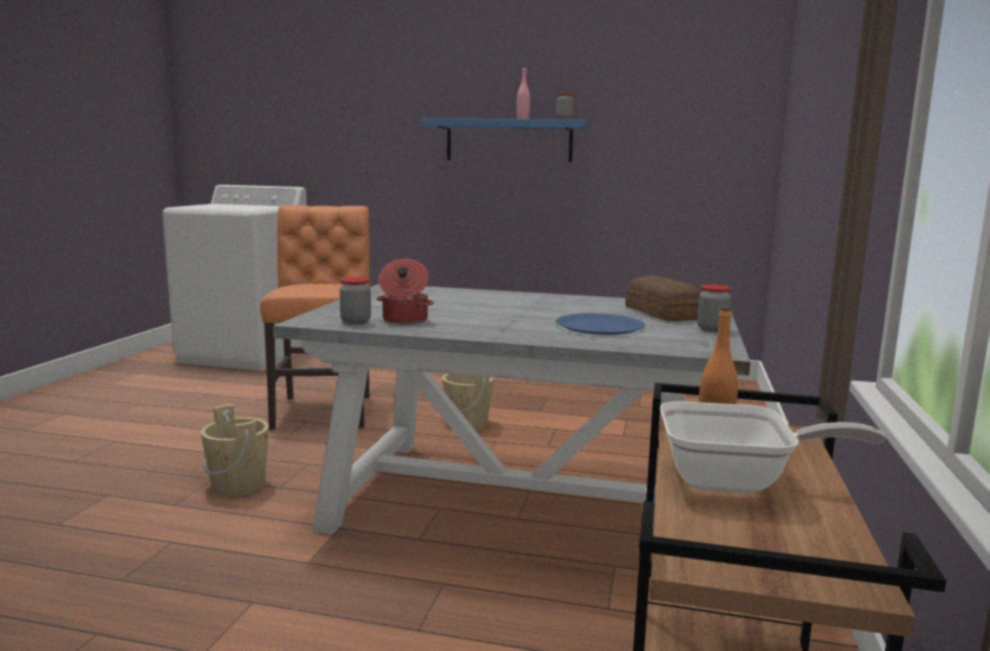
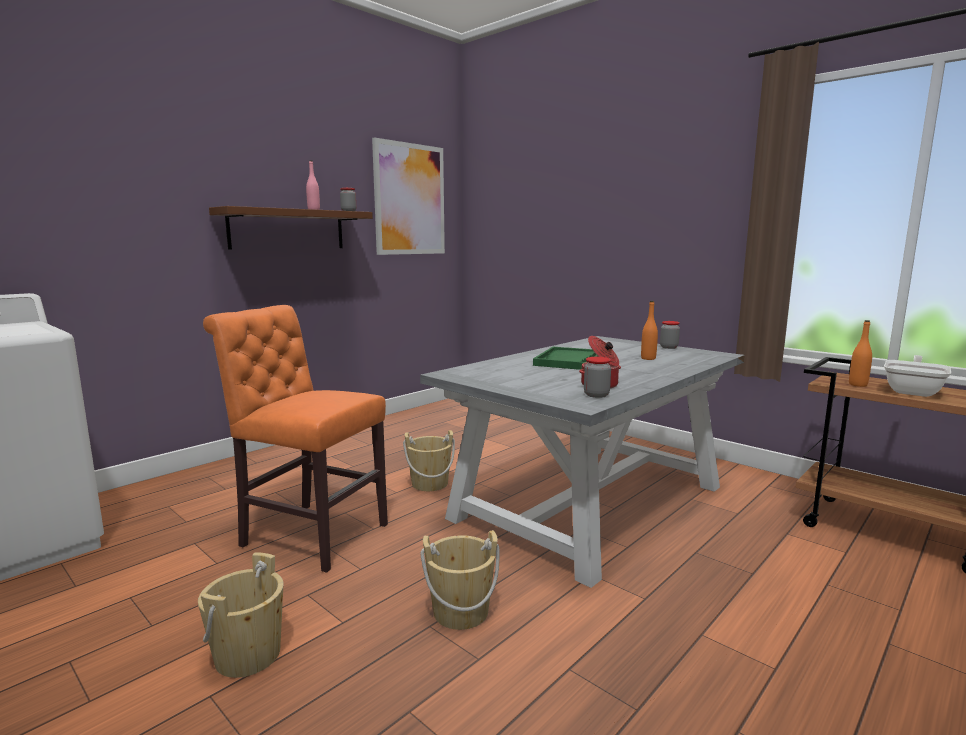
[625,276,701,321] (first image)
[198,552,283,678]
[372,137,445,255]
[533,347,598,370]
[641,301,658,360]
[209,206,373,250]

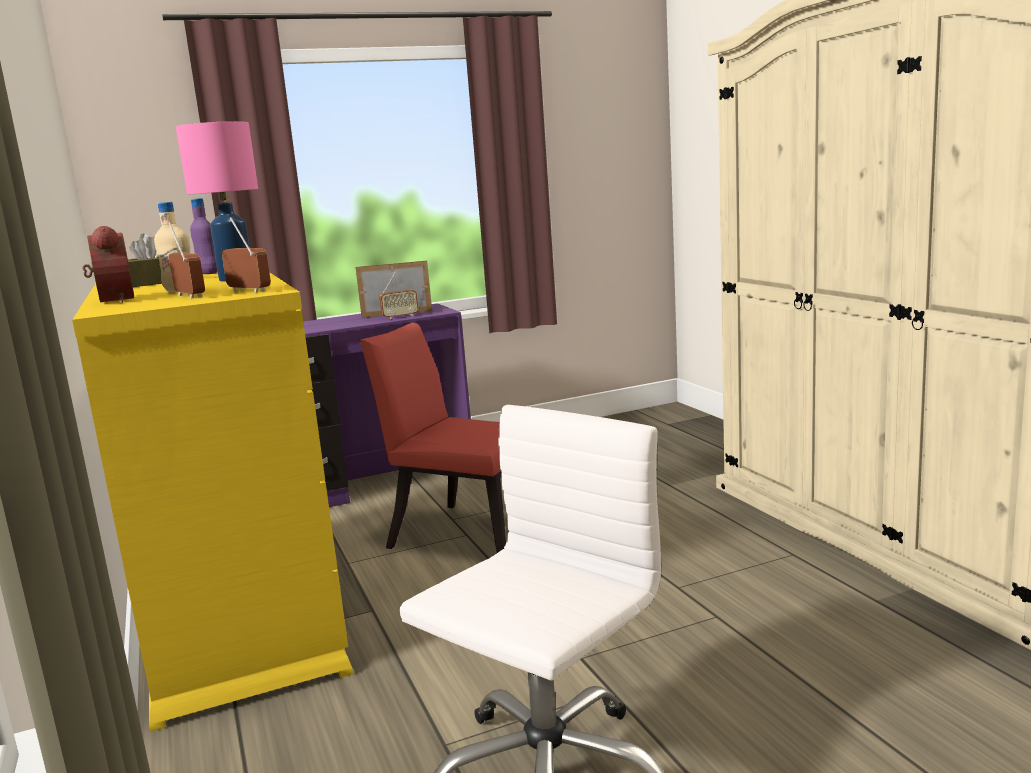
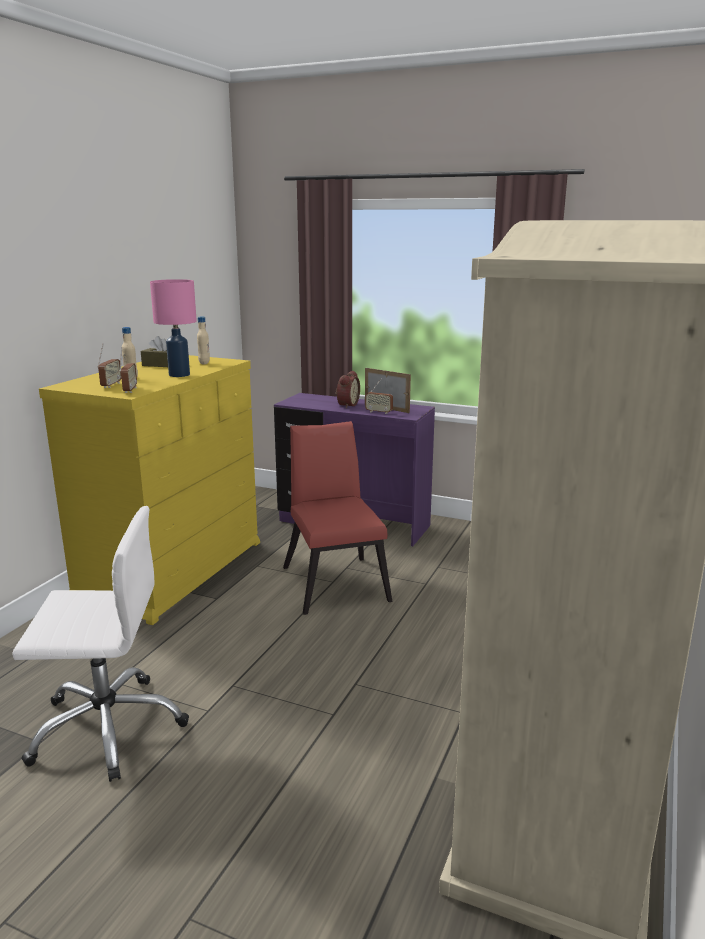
[336,371,360,408]
[197,317,210,365]

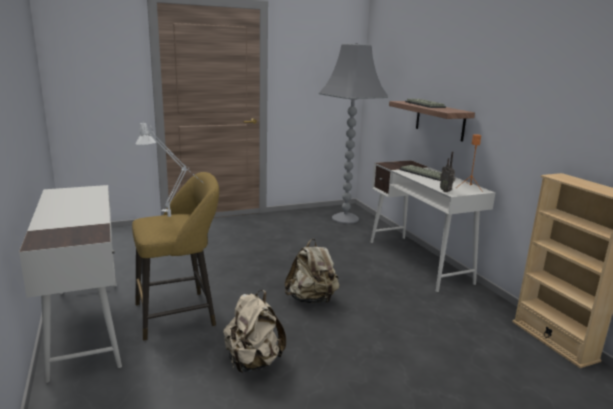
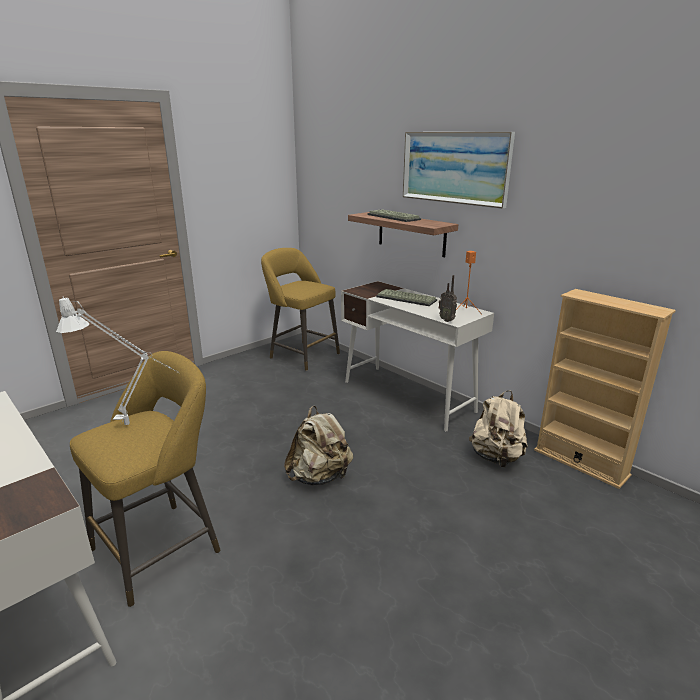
[403,132,515,209]
[469,390,528,467]
[261,248,340,371]

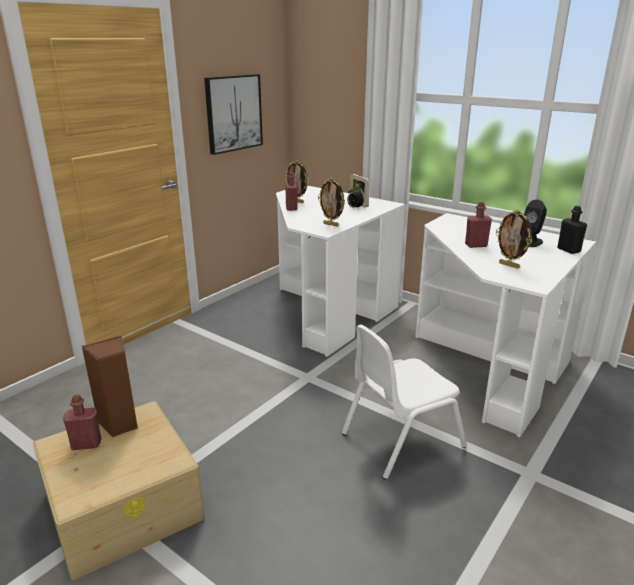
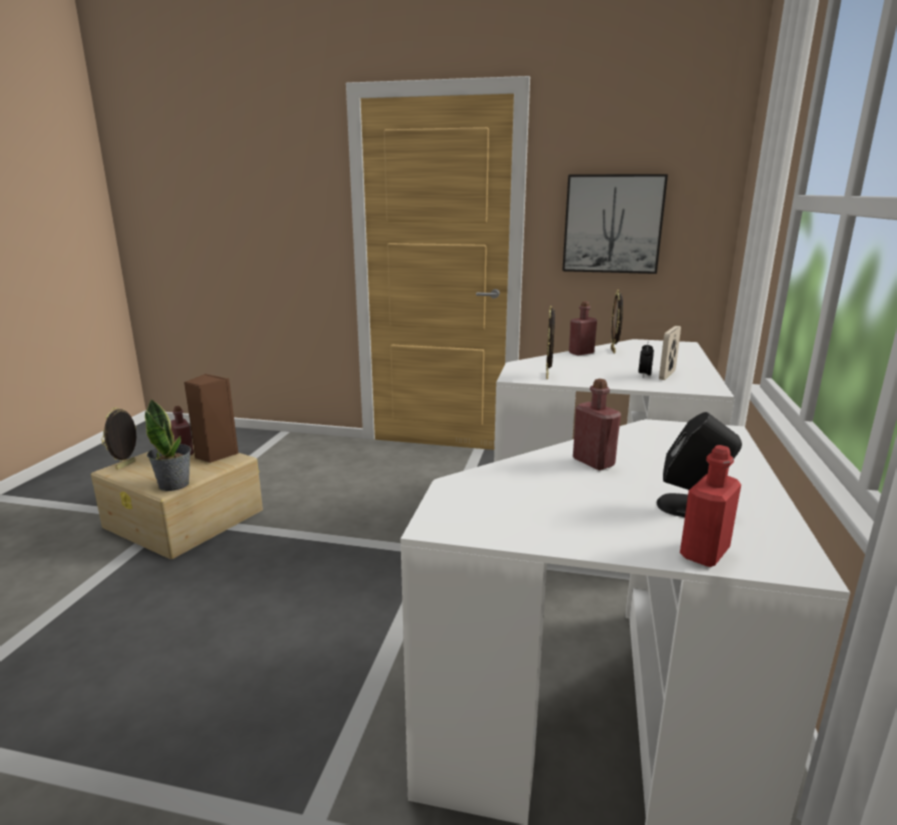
[342,324,467,480] (first image)
[145,399,191,491]
[101,407,136,470]
[680,445,741,567]

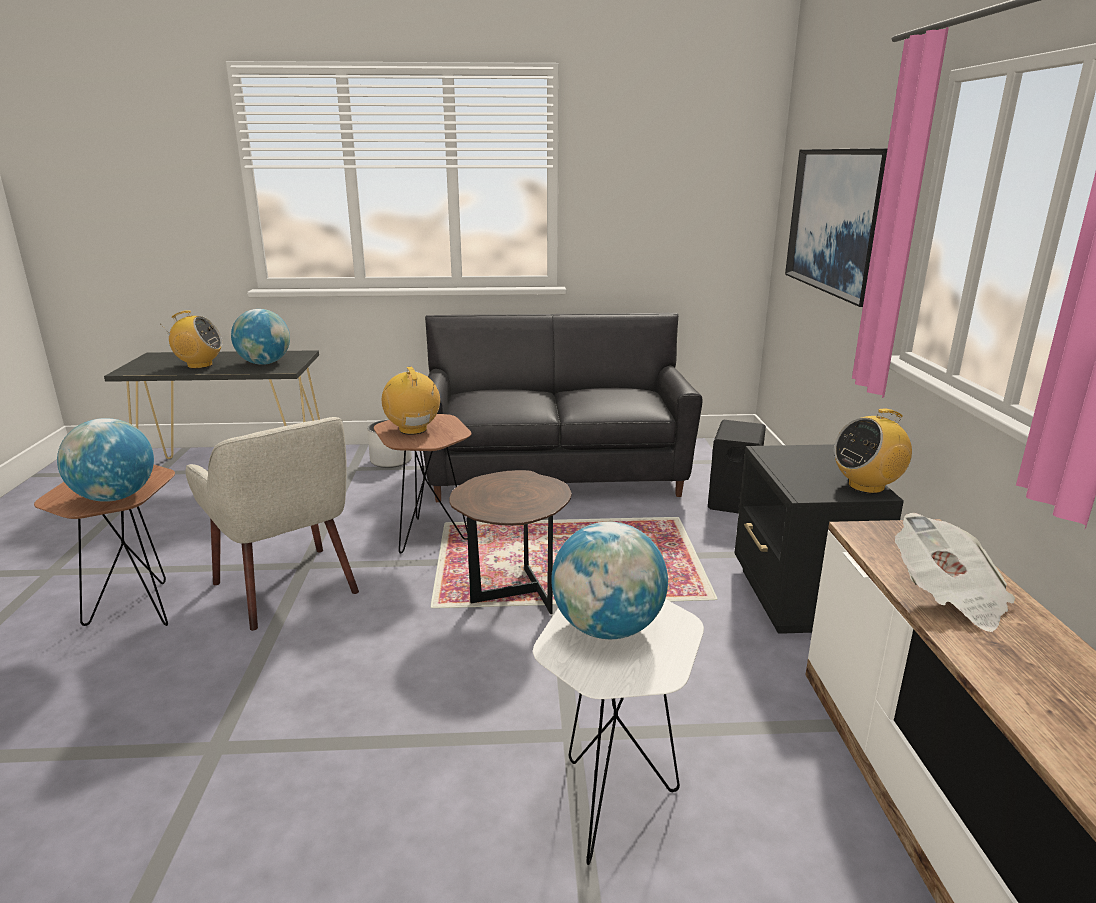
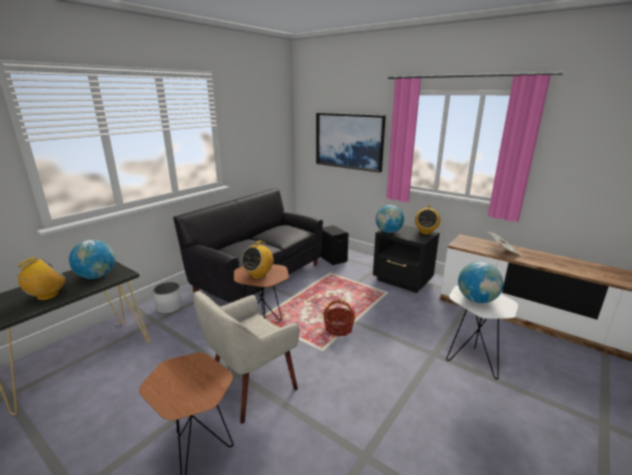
[376,205,404,233]
[323,300,355,337]
[194,291,299,424]
[241,241,273,279]

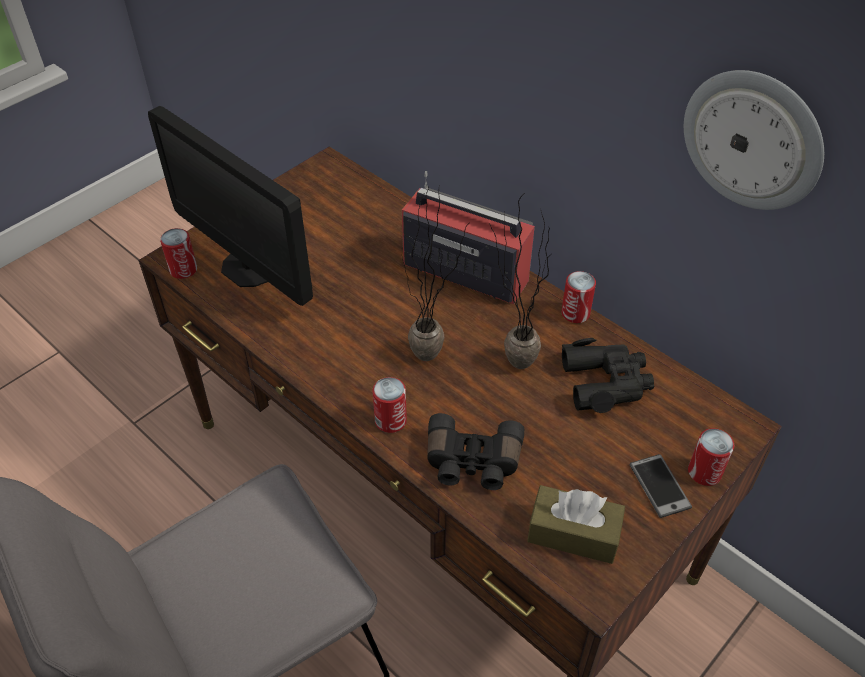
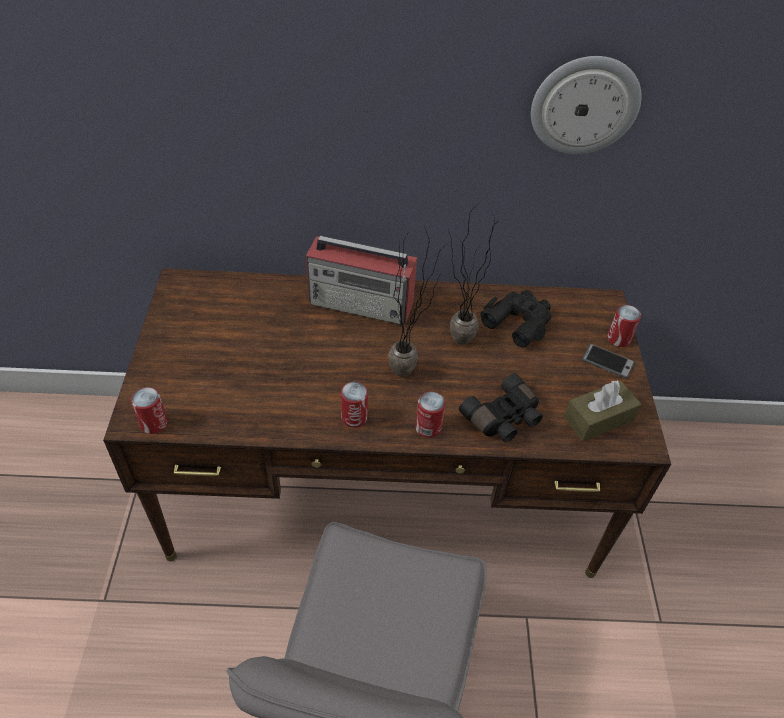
[148,106,313,306] (first image)
[341,382,368,428]
[306,236,417,325]

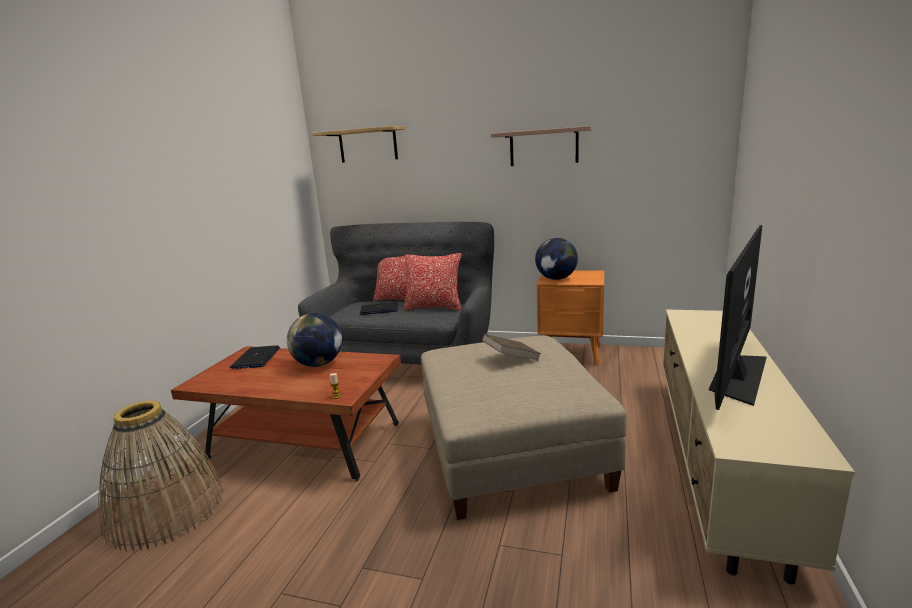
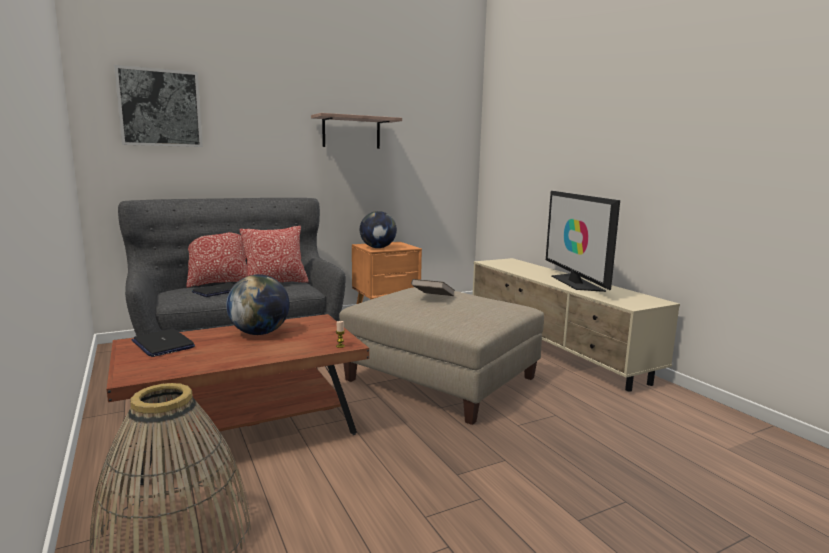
[114,65,203,147]

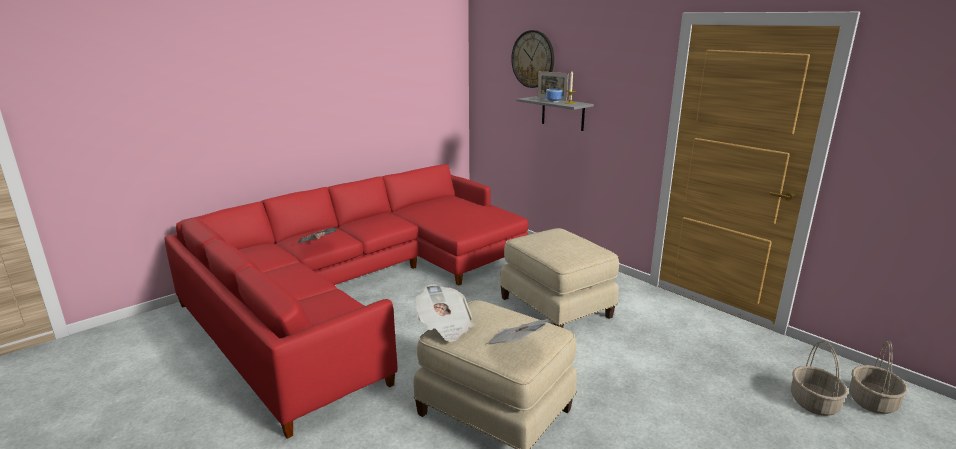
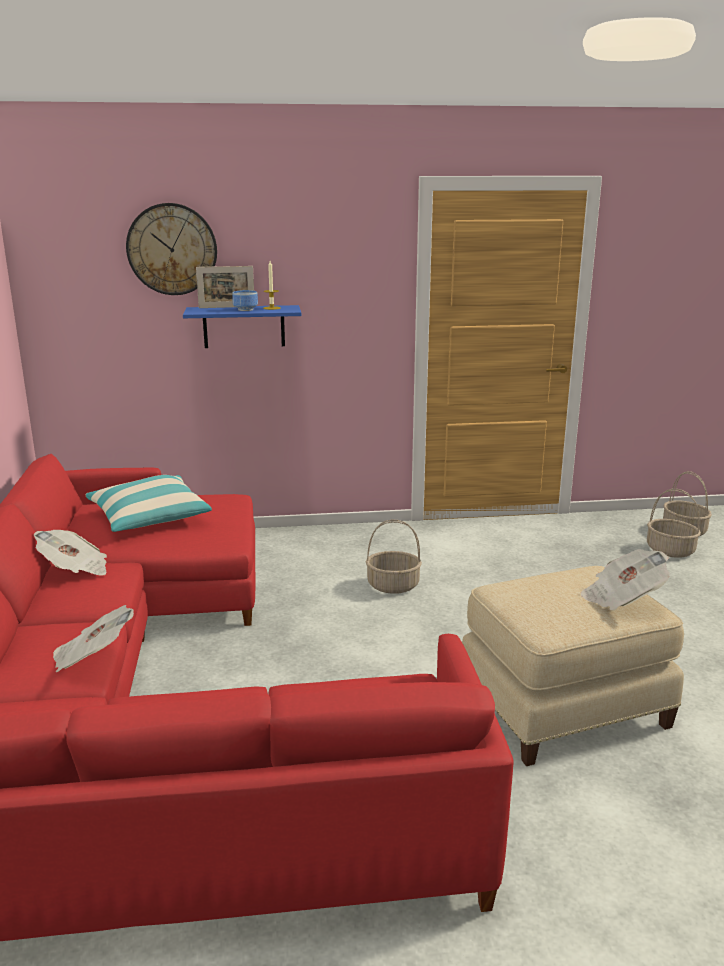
[86,475,212,532]
[34,530,107,576]
[366,520,422,594]
[183,305,302,348]

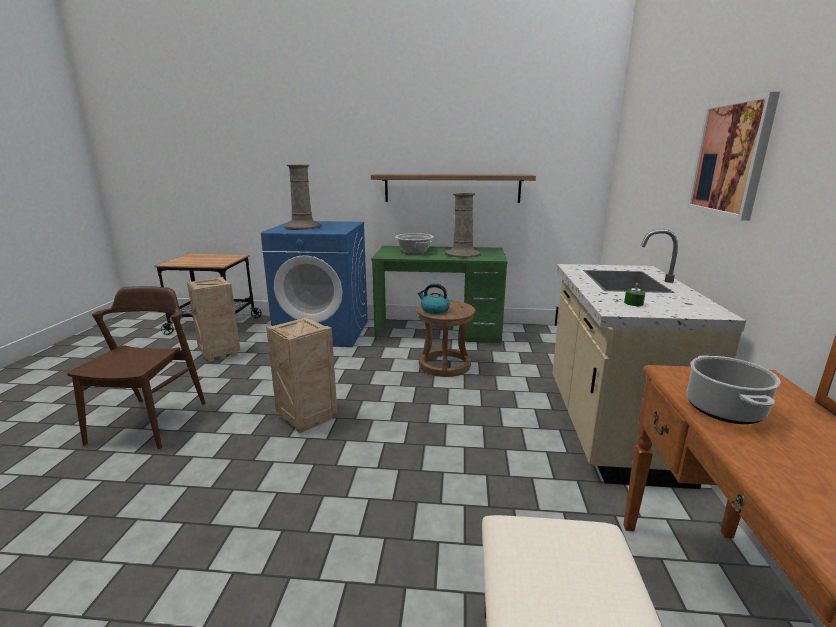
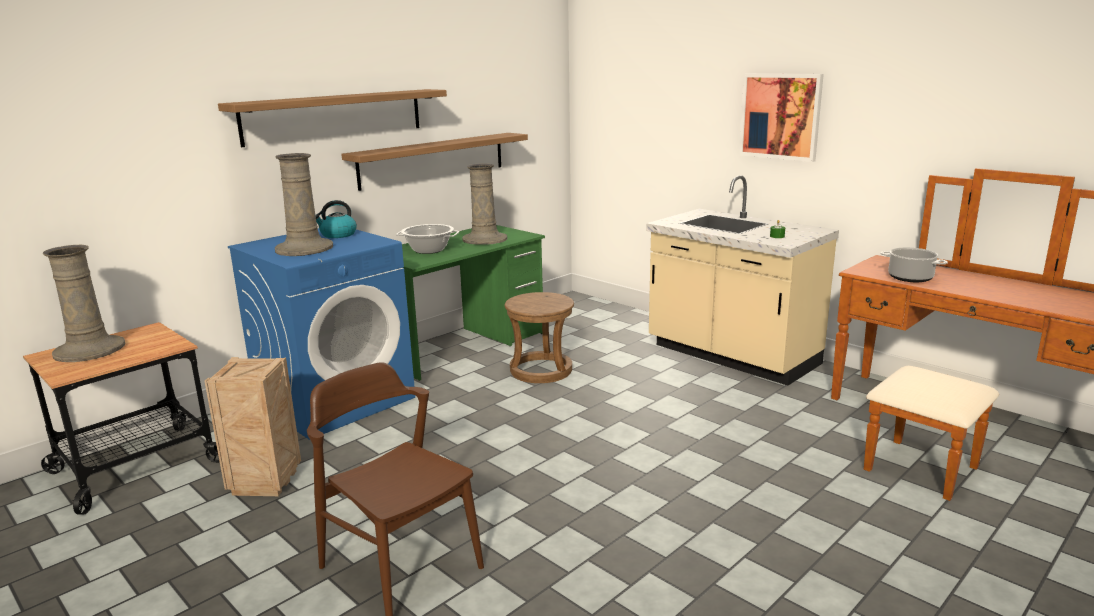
[266,316,337,433] (first image)
[43,245,126,362]
[218,89,447,147]
[315,200,357,238]

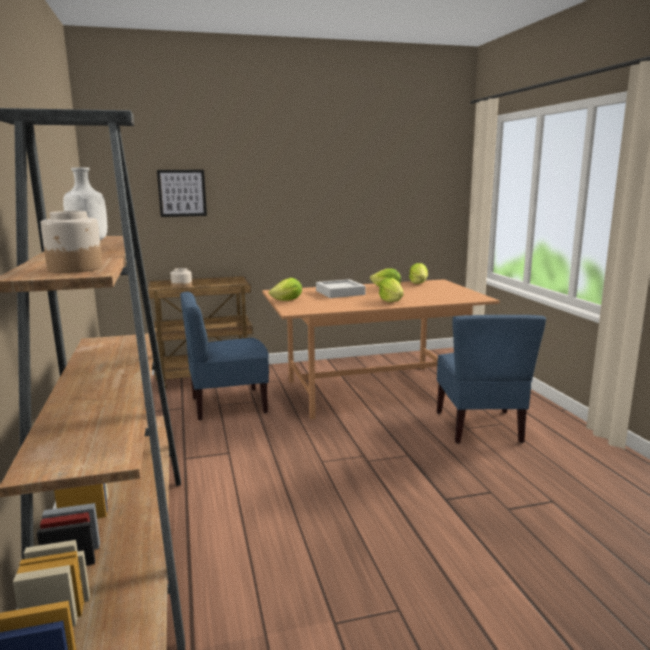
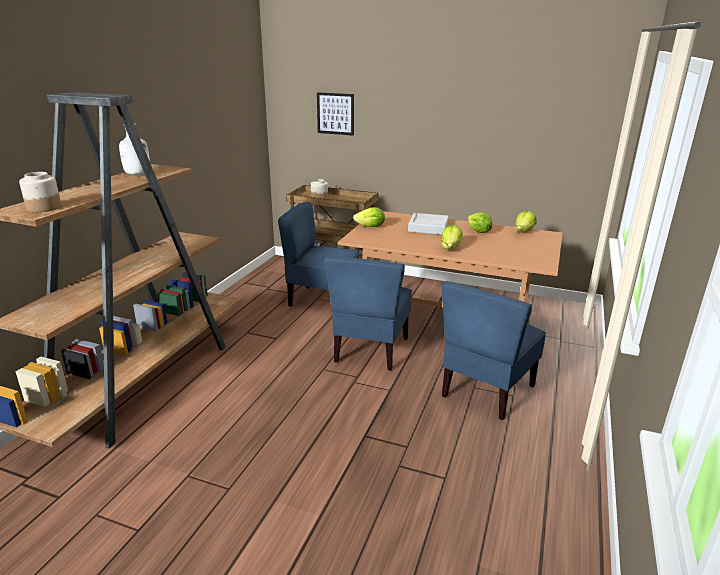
[324,256,412,371]

